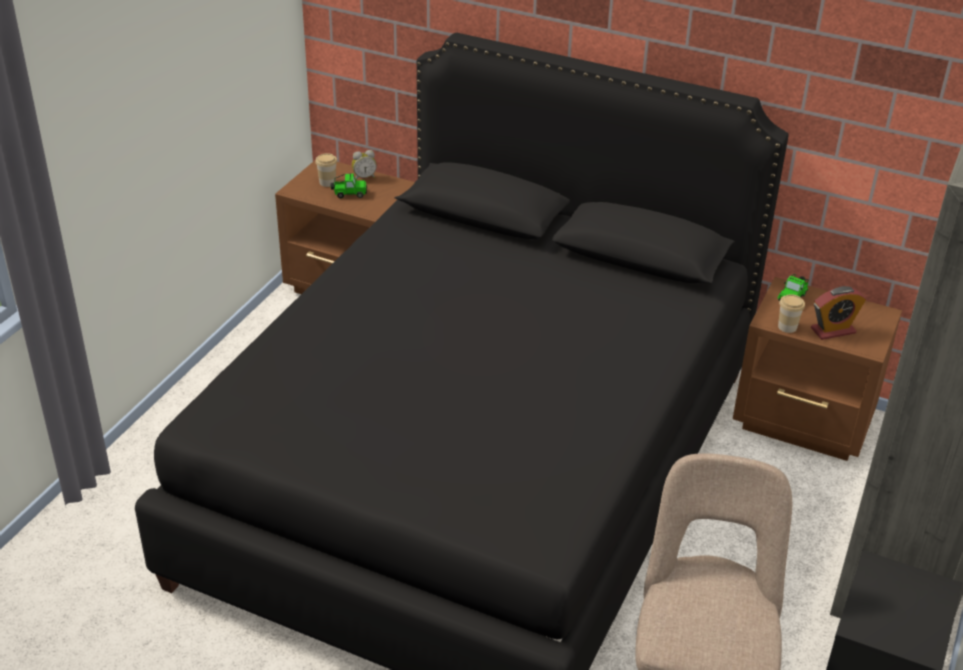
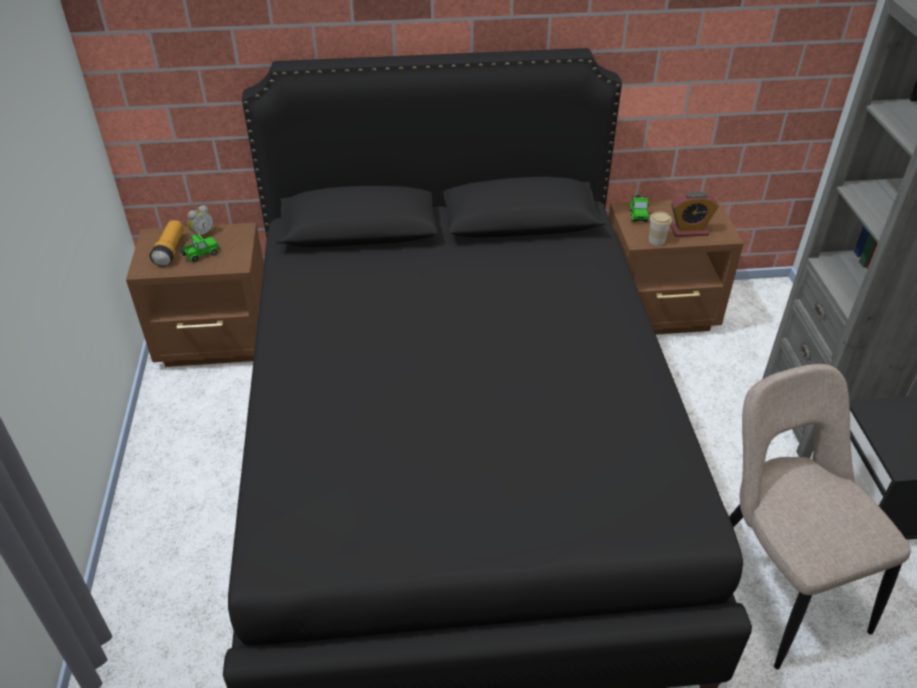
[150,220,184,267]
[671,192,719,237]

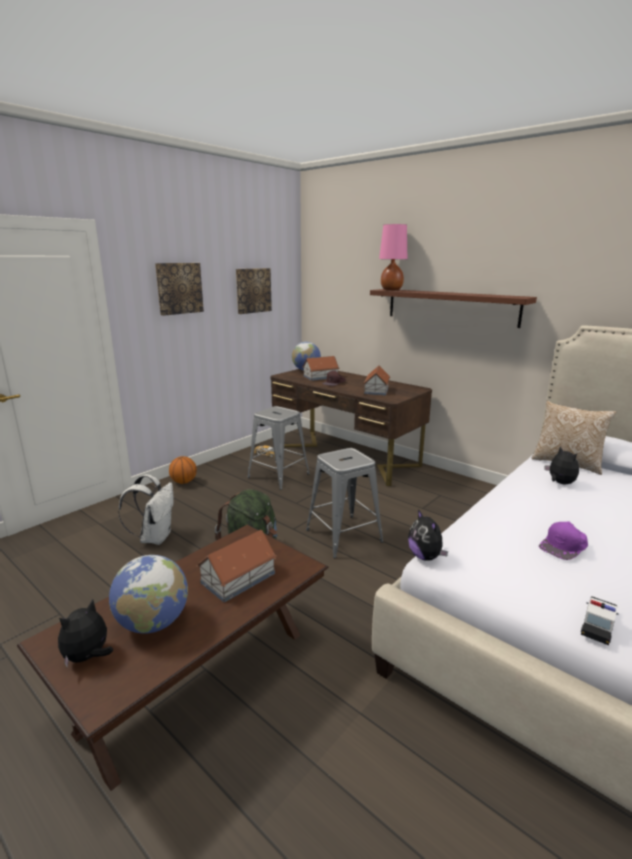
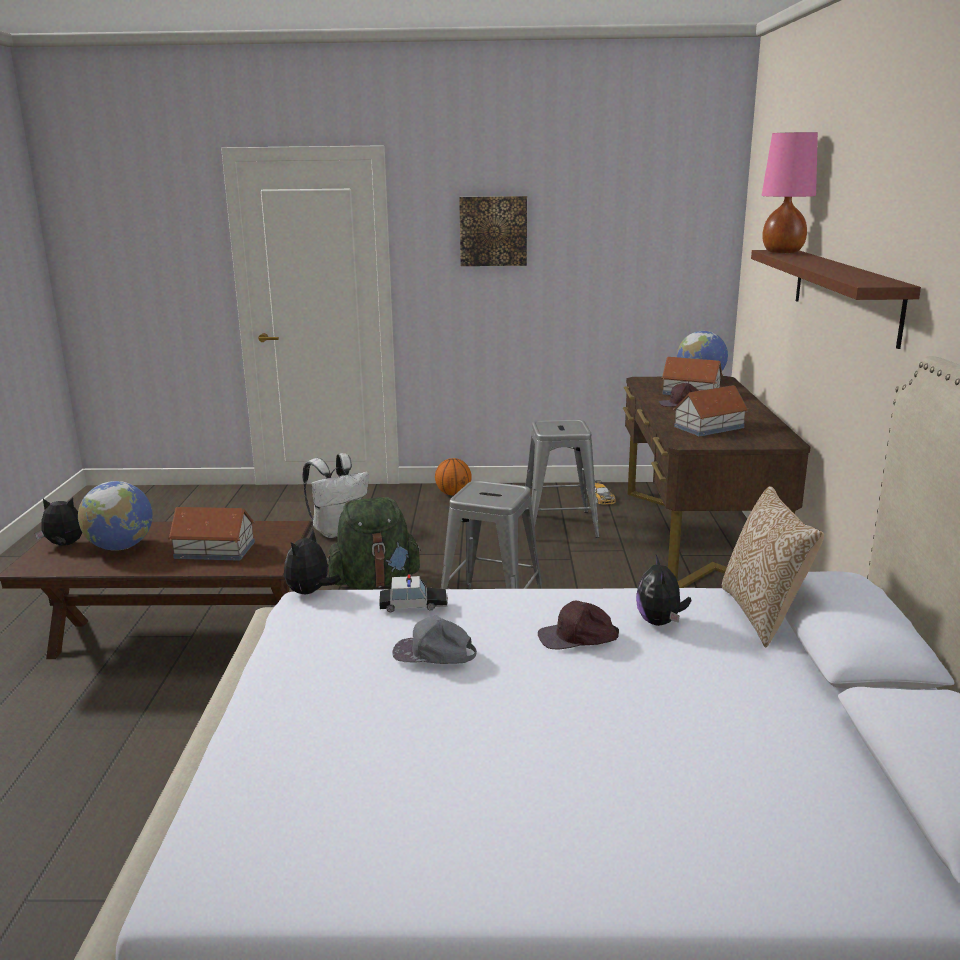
[236,268,272,314] (first image)
[538,601,619,649]
[379,574,448,612]
[392,615,477,664]
[636,555,691,626]

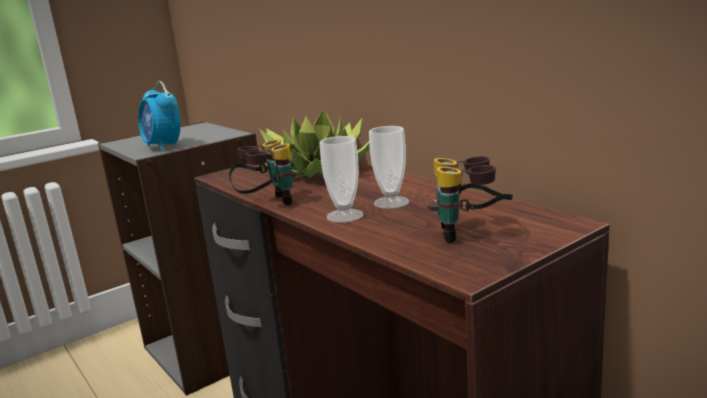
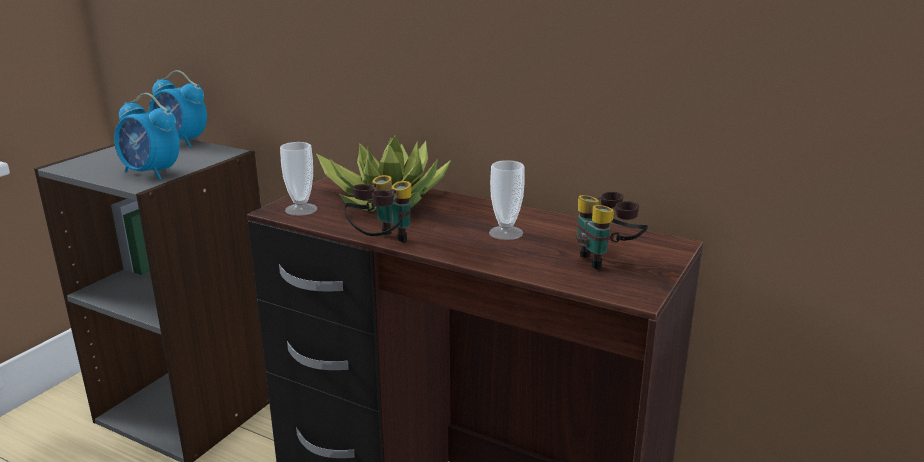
[149,70,207,147]
[280,142,317,216]

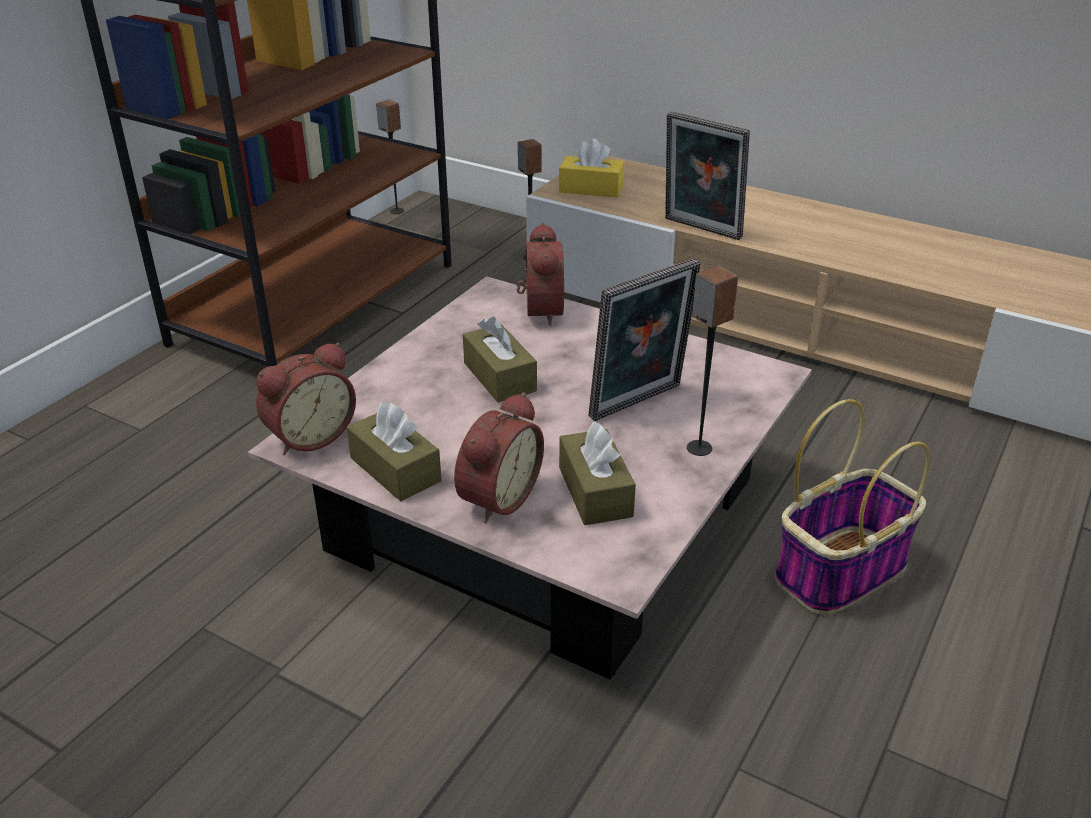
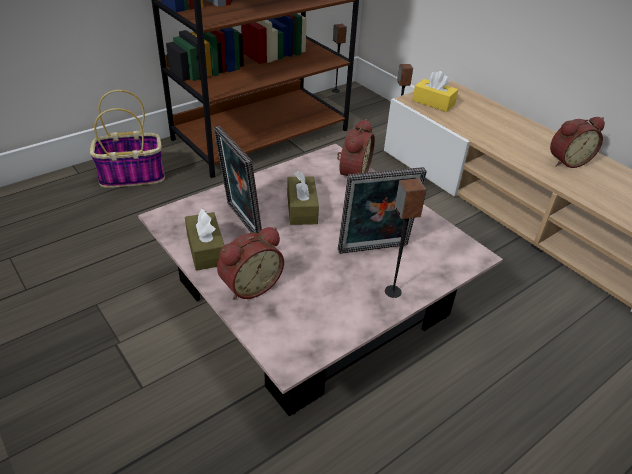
[559,421,636,525] (first image)
[550,117,605,168]
[213,126,262,233]
[90,90,165,188]

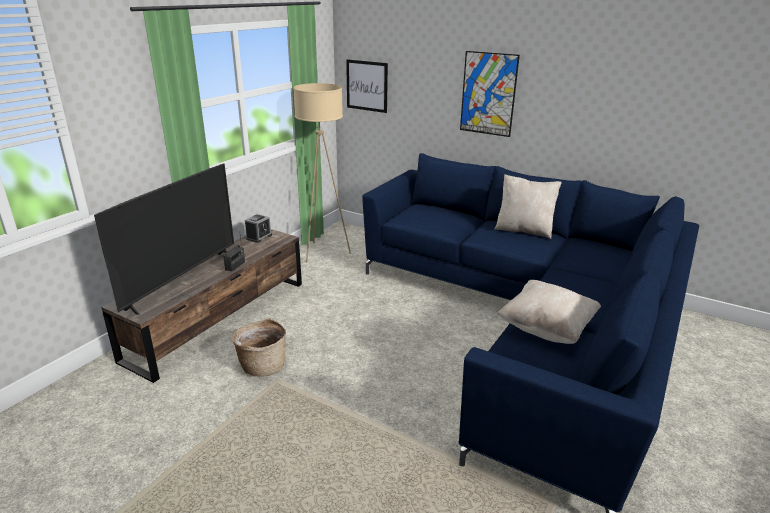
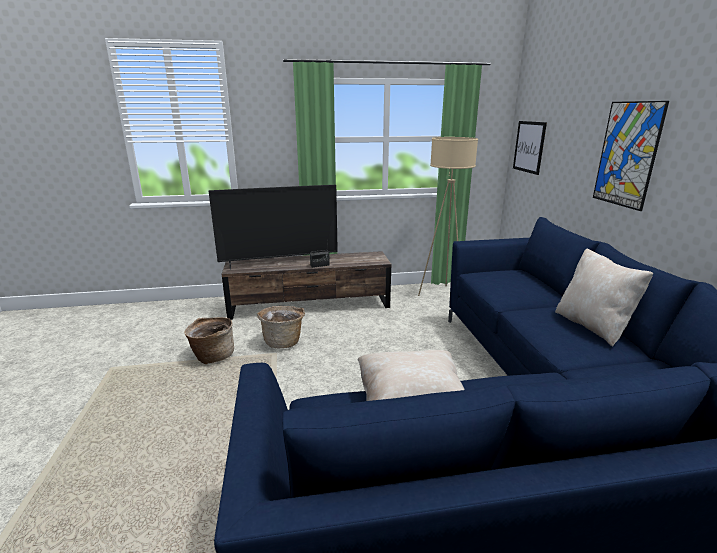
[245,214,272,243] (first image)
[184,317,234,364]

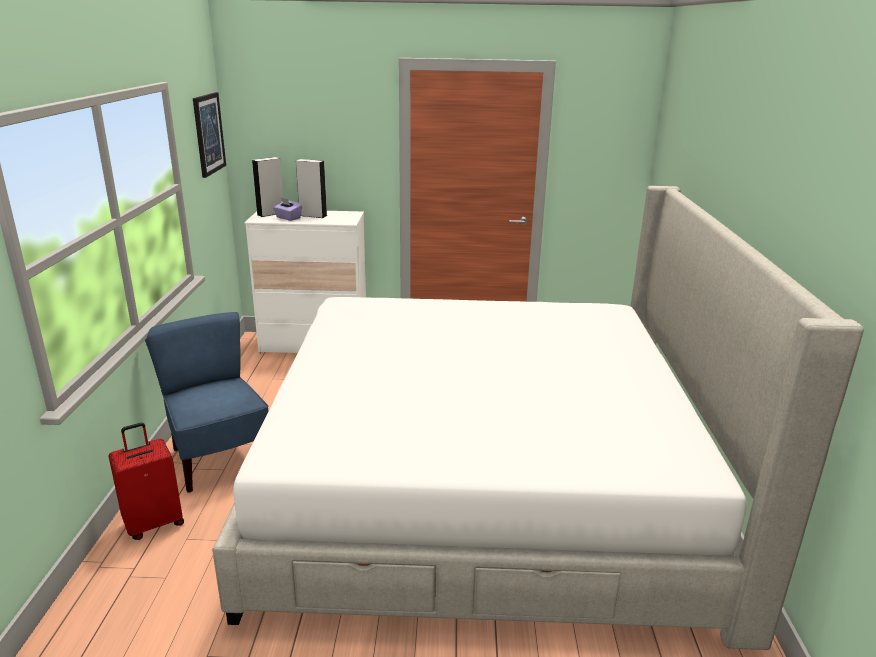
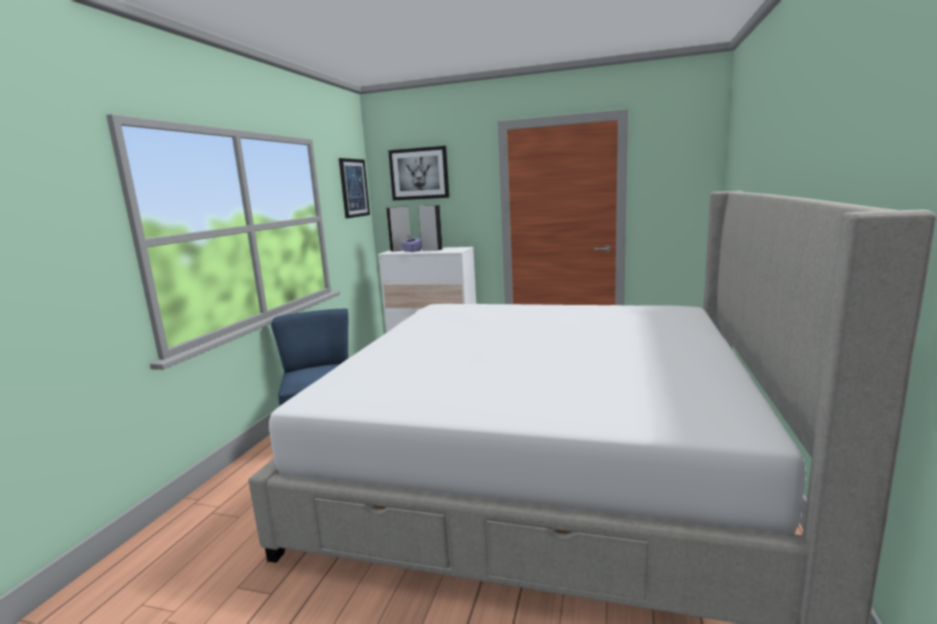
[108,423,184,540] (first image)
[388,146,449,200]

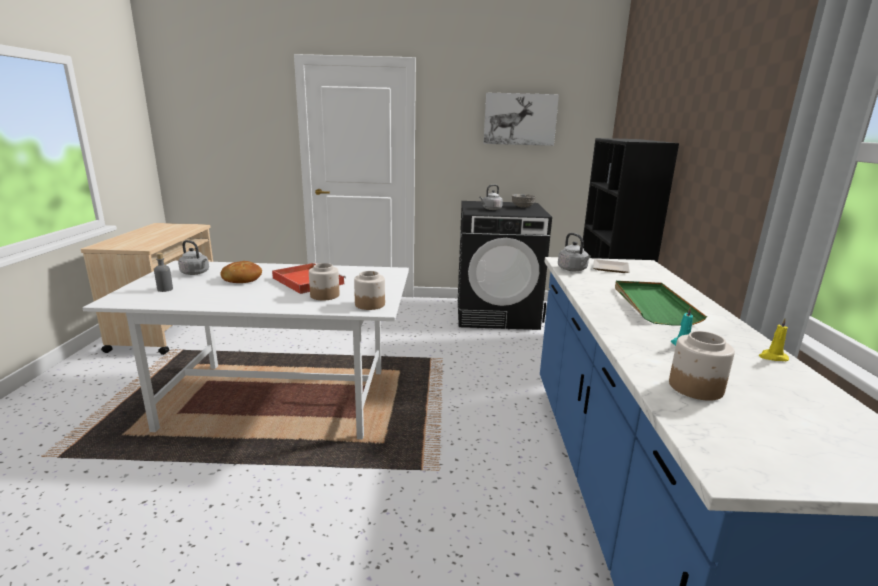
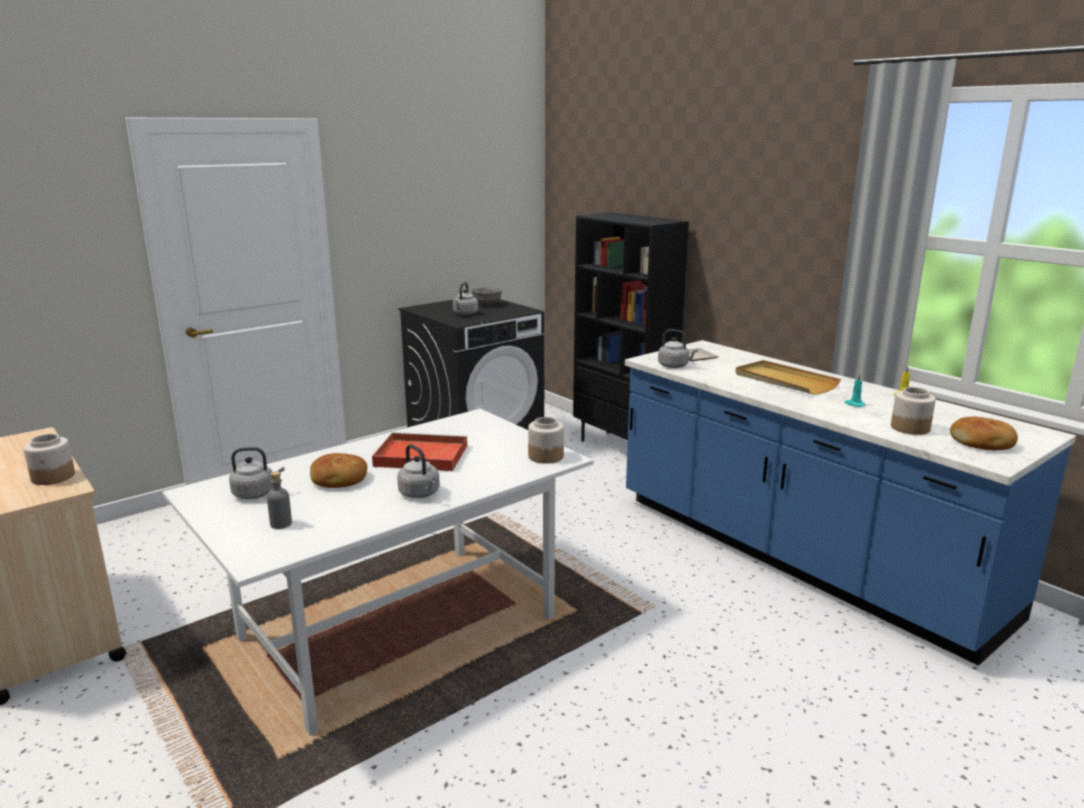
[484,93,559,146] (first image)
[397,444,440,498]
[950,417,1018,450]
[23,434,75,485]
[735,360,841,395]

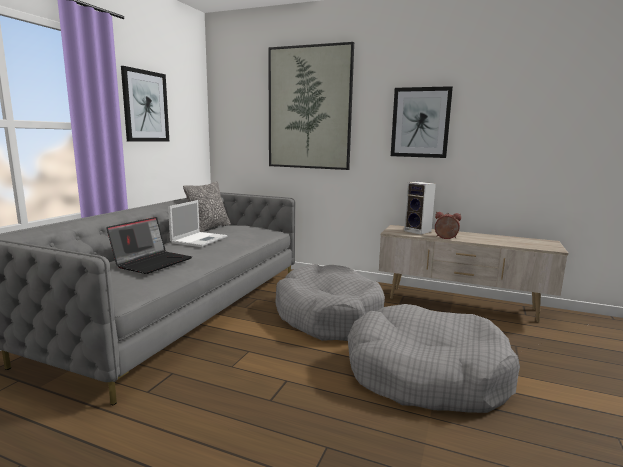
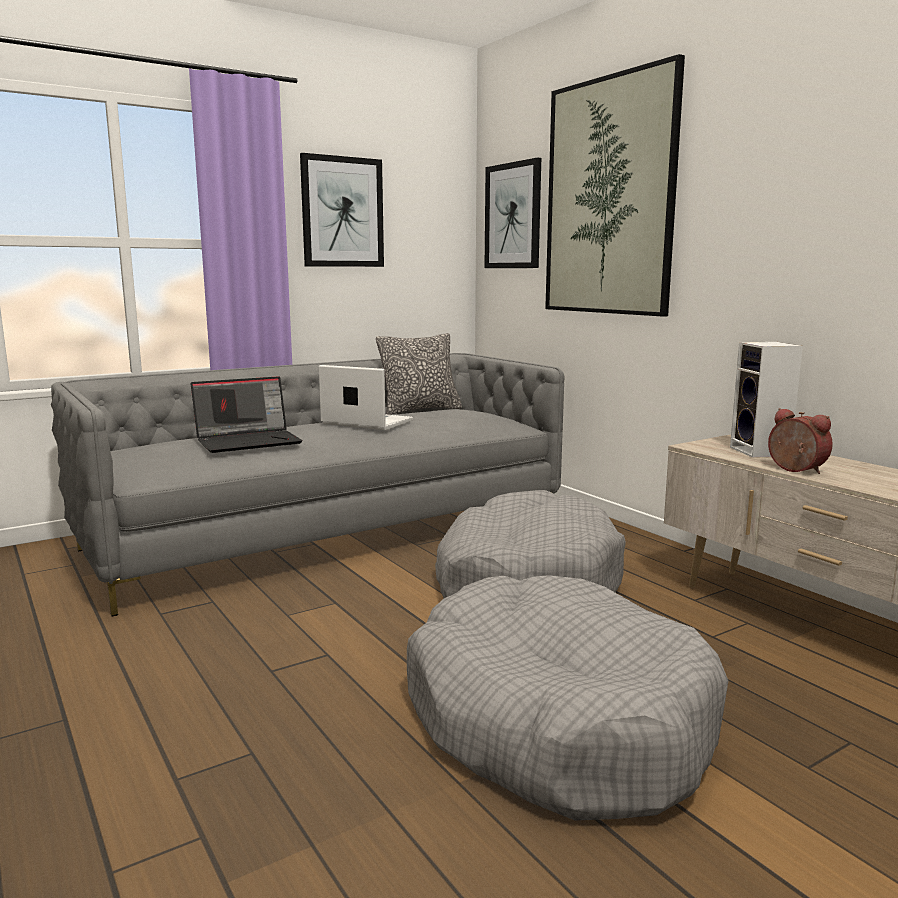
[485,158,541,268]
[319,365,413,430]

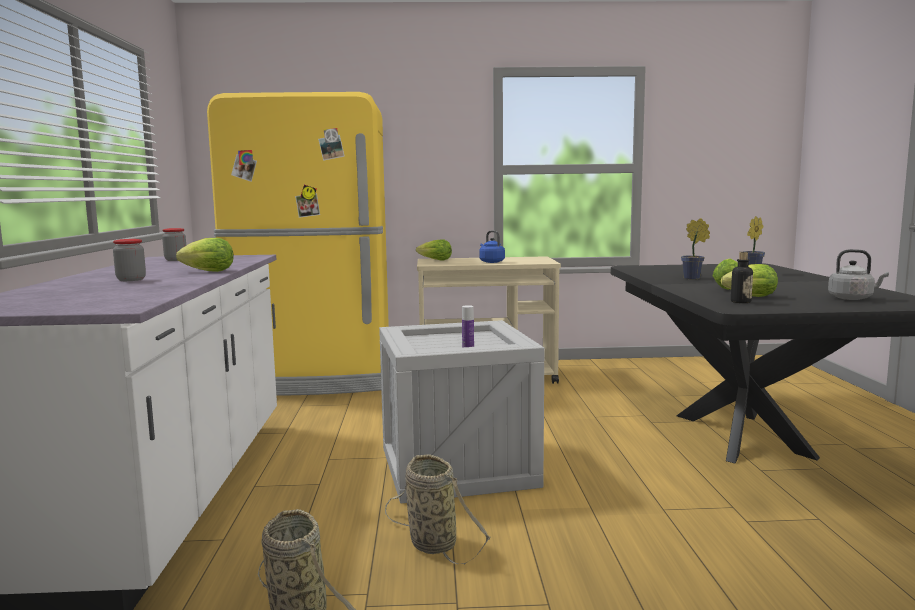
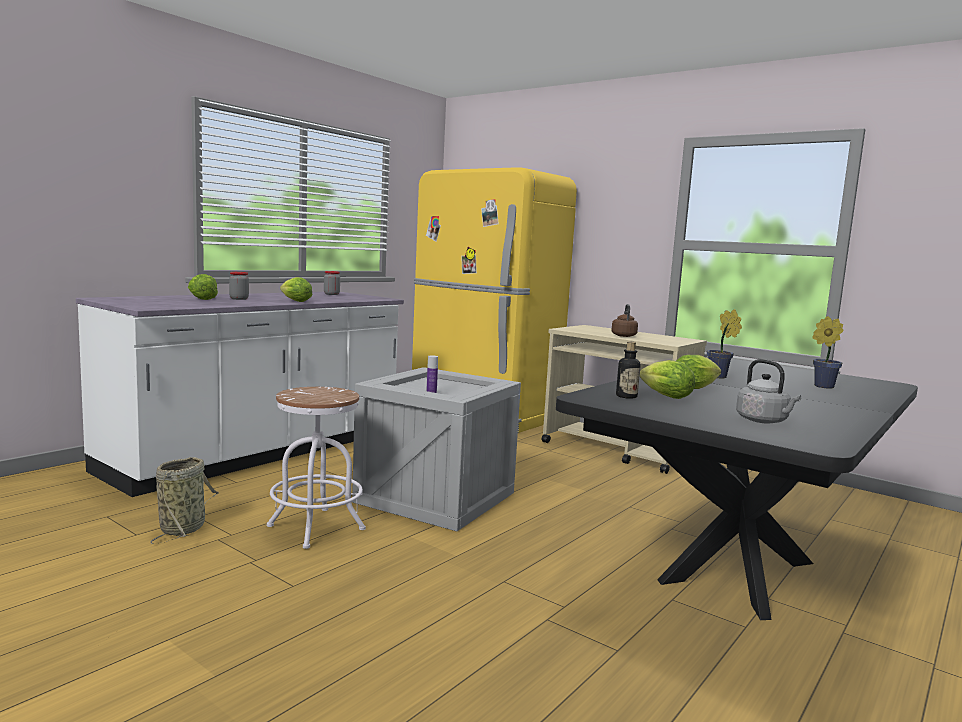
[188,274,218,300]
[267,387,366,549]
[611,304,638,337]

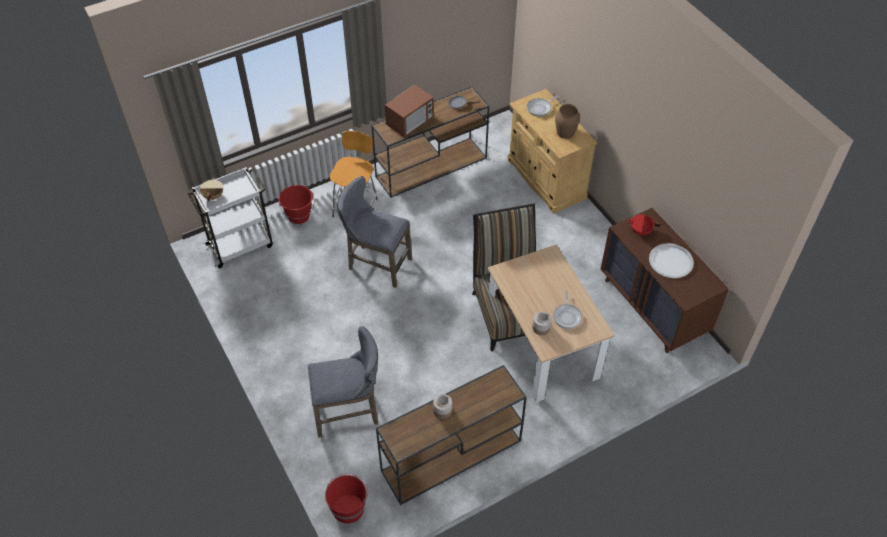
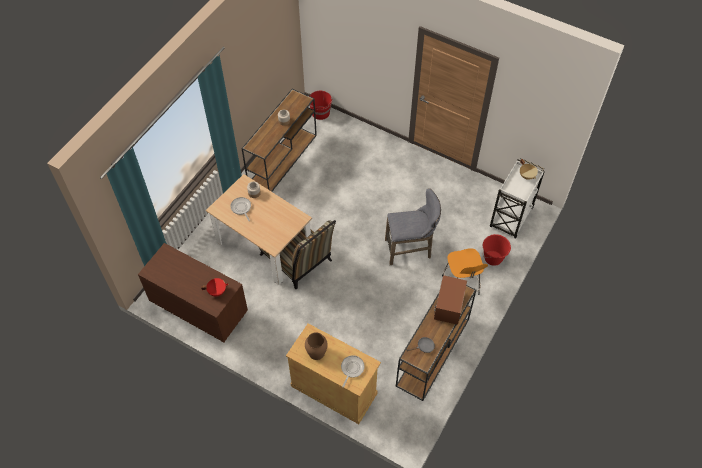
[308,326,378,438] (first image)
[649,243,694,278] (first image)

